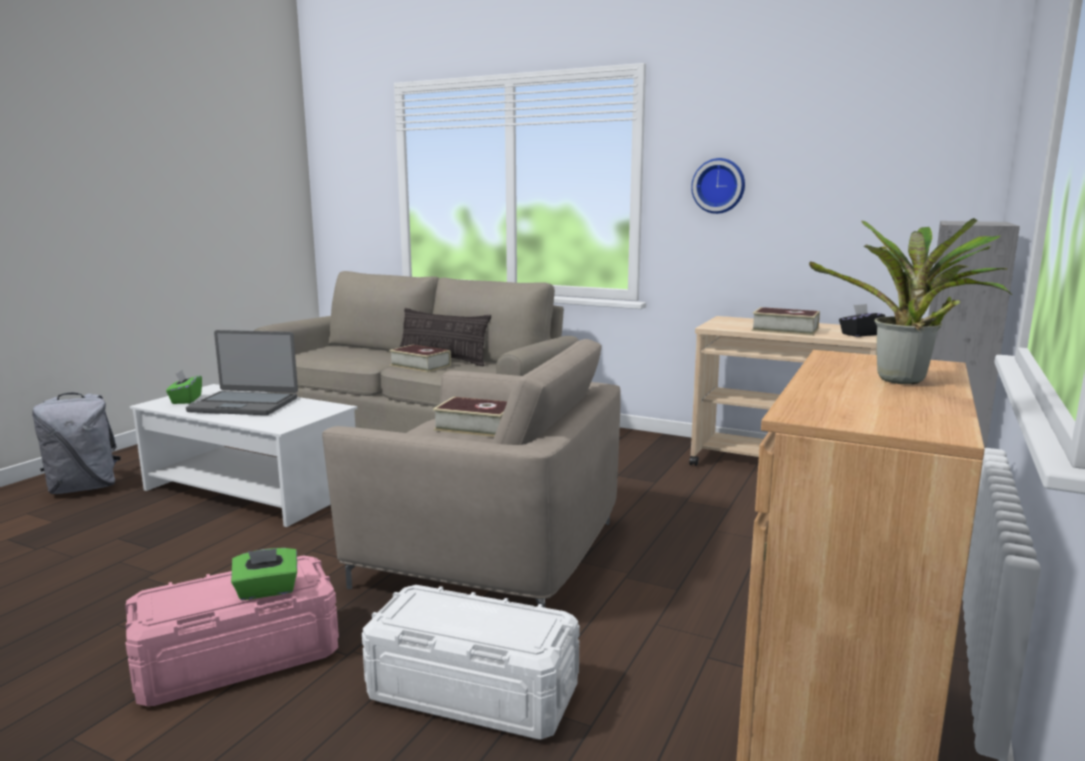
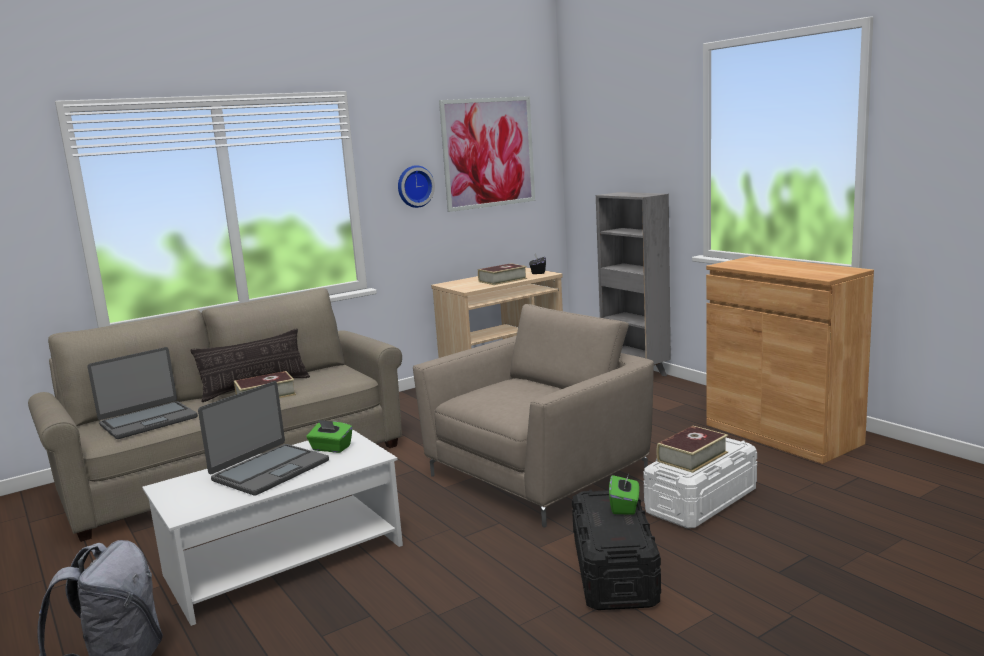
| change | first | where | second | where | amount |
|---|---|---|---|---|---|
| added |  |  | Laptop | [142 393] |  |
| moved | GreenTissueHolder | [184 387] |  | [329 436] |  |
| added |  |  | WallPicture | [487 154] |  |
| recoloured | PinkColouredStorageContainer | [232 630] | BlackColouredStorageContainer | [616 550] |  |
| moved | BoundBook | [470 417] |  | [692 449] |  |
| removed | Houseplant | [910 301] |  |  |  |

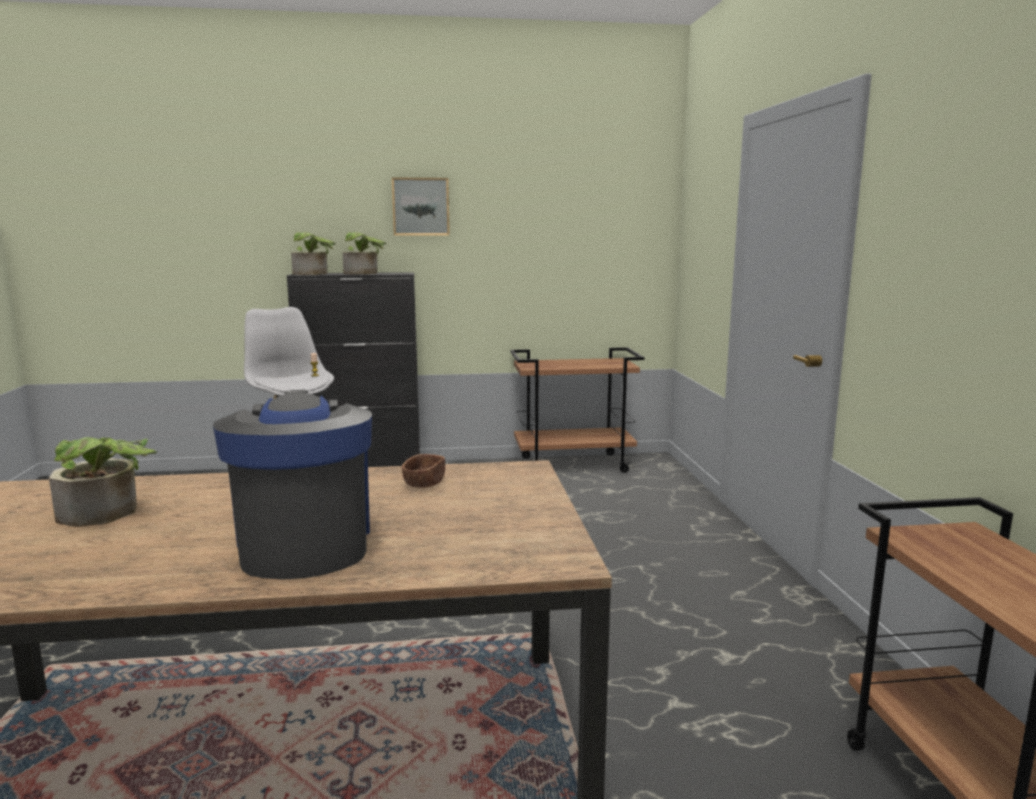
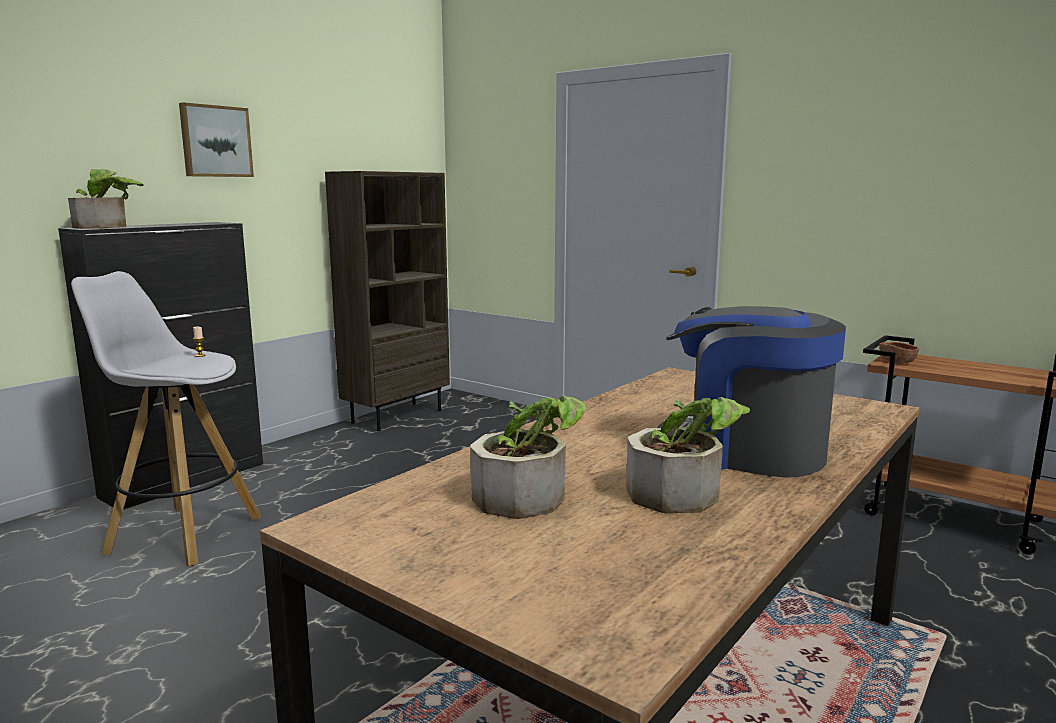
| change | first | where | second | where | amount |
|---|---|---|---|---|---|
| replaced | BrownColouredTrolley | [578 410] | BrownColouredBookshelf | [387 301] |  |
| moved | Houseplant | [364 253] |  | [688 455] |  |
| moved | BrownColouredServingBowl | [423 471] |  | [899 352] |  |

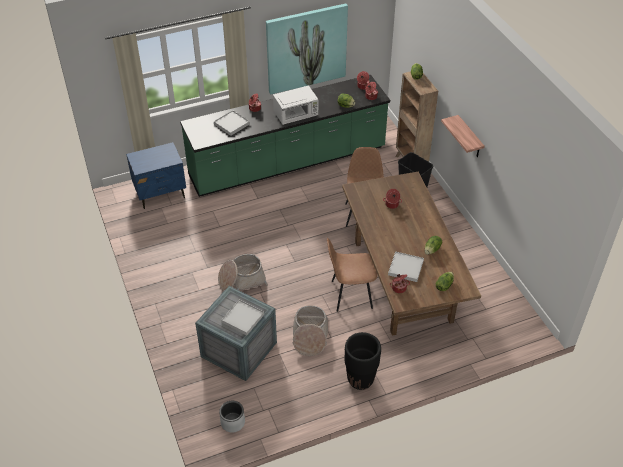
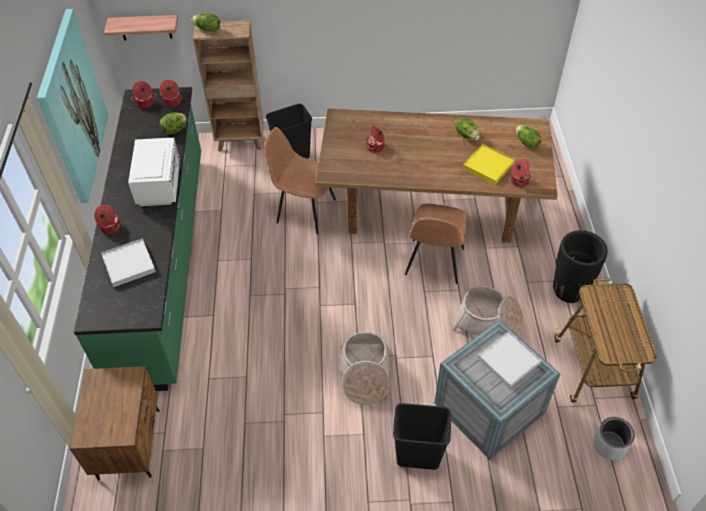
| change | first | where | second | where | amount |
|---|---|---|---|---|---|
| recoloured | BlueColouredNightTable | [156 175] | BrownColouredNightTable | [114 423] |  |
| moved | BracketShelf | [463 136] |  | [141 27] |  |
| added |  |  | BlackColouredWasteBin | [422 436] |  |
| recoloured | WhitishTray | [406 266] | YellowColouredTray | [489 164] |  |
| added |  |  | Trolley | [606 340] |  |

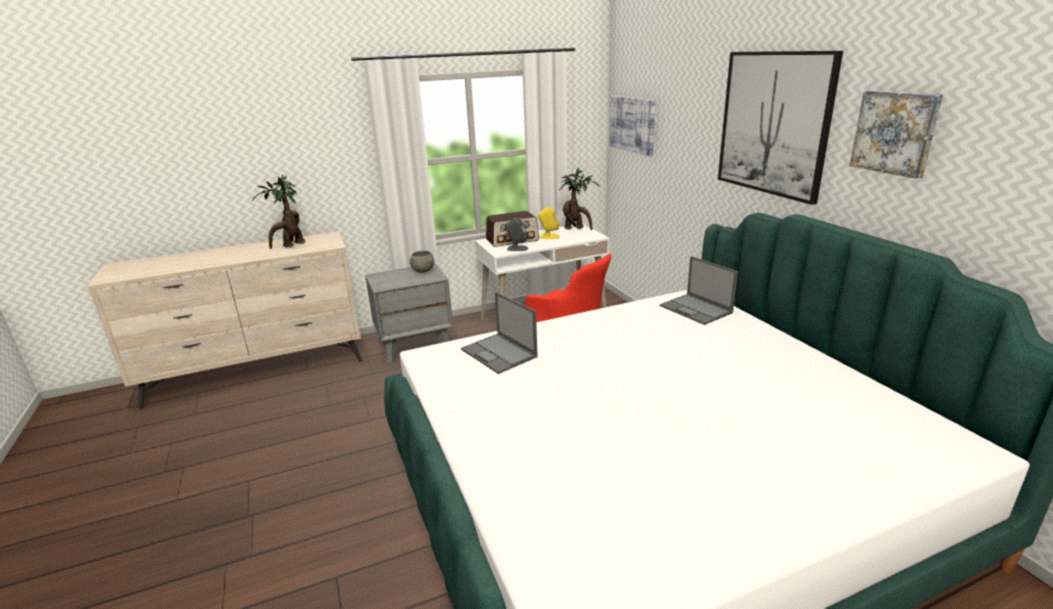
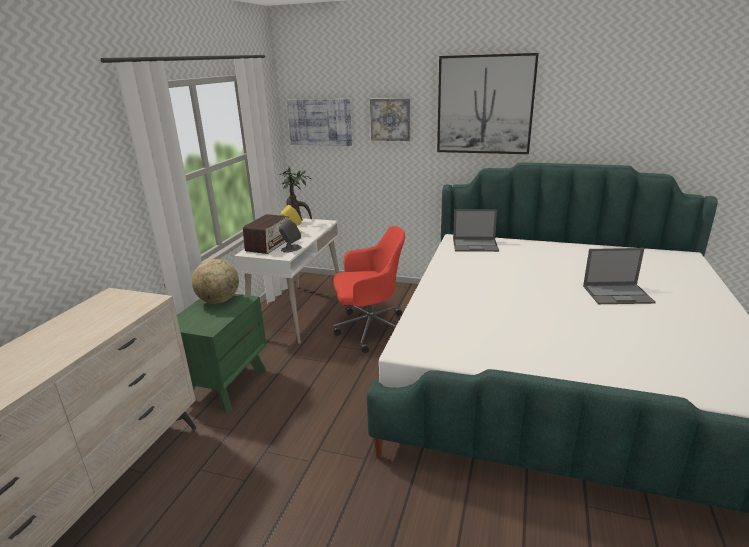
| change | first | where | second | where | amount |
|---|---|---|---|---|---|
| recoloured | GrayNightTable | [409 313] | GreenNightTable | [221 353] |  |
| replaced | GrayServingBowl | [422 262] | Globe | [215 281] |  |
| moved | WallPicture | [896 135] |  | [390 119] |  |
| moved | Laptop | [499 333] |  | [619 276] |  |
| removed | Houseplant | [278 212] |  |  |  |

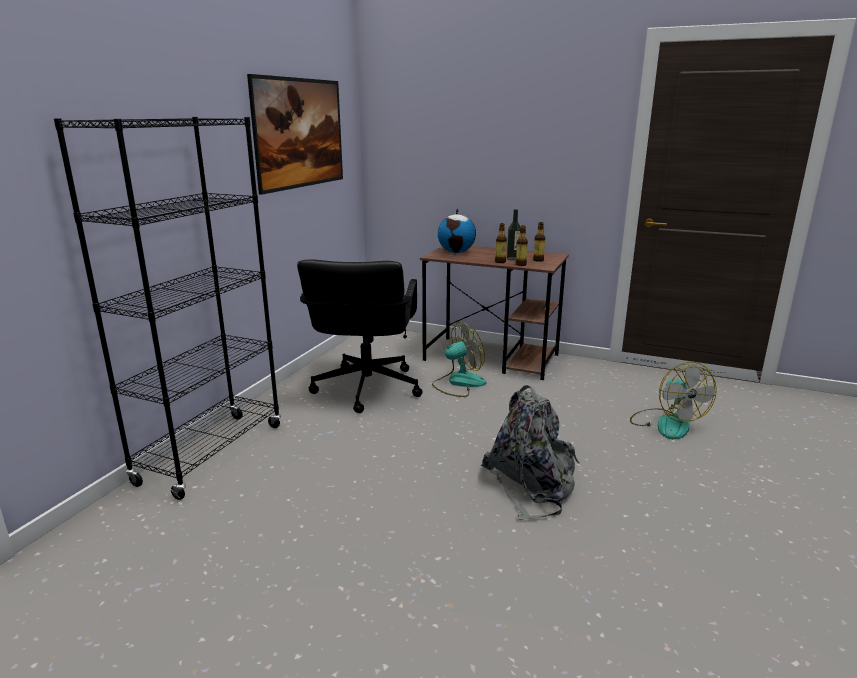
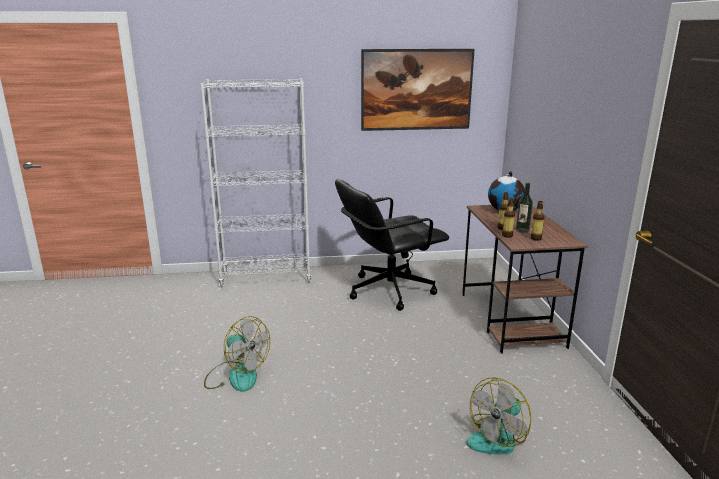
| change | first | where | second | where | amount |
|---|---|---|---|---|---|
| recoloured | BlackColouredBookshelf | [167 308] | WhitishBookshelf | [255 183] |  |
| moved | ElectricFan | [459 359] |  | [237 354] |  |
| removed | GrayBackpack | [530 452] |  |  |  |

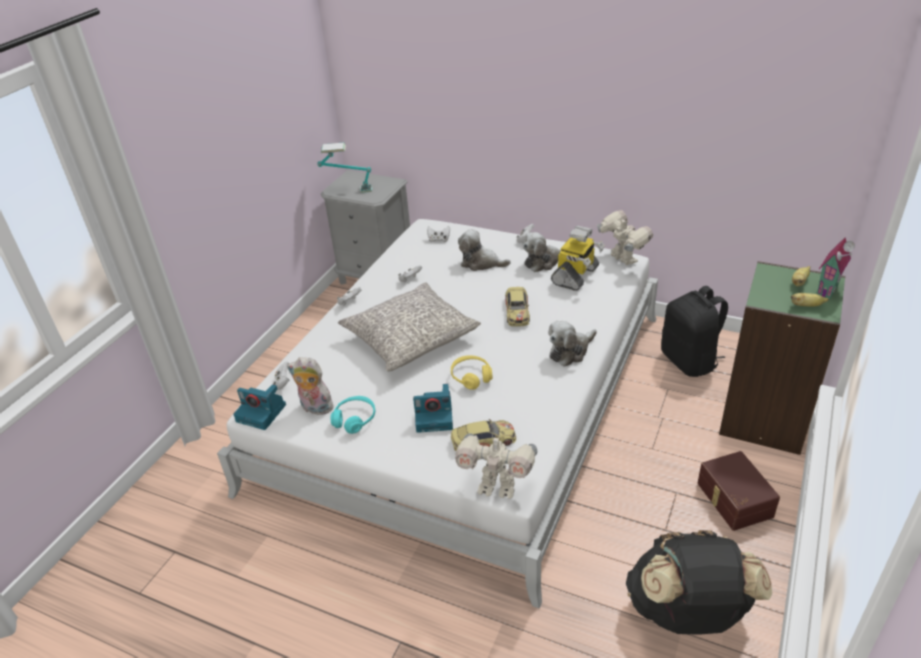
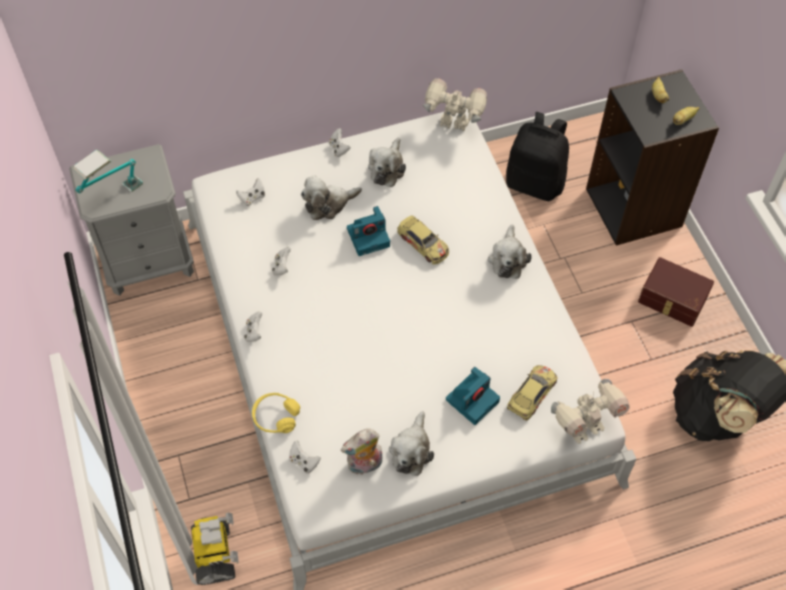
| change | first | where | second | where | amount |
|---|---|---|---|---|---|
| moved | ModelRobot | [578 258] |  | [215 549] |  |
| moved | YellowColouredPairOfHeadphones | [472 372] |  | [276 413] |  |
| moved | StillCamera | [259 407] |  | [368 231] |  |
| replaced | TurquoiseColouredPairOfHeadphones | [353 415] | CuddlyToy | [411 443] |  |
| recoloured | GreenBookshelf | [782 358] | BlackColouredBookshelf | [652 157] |  |
| removed | GrayThrowPillow | [409 327] |  |  |  |
| removed | MiniatureHouse | [836 268] |  |  |  |

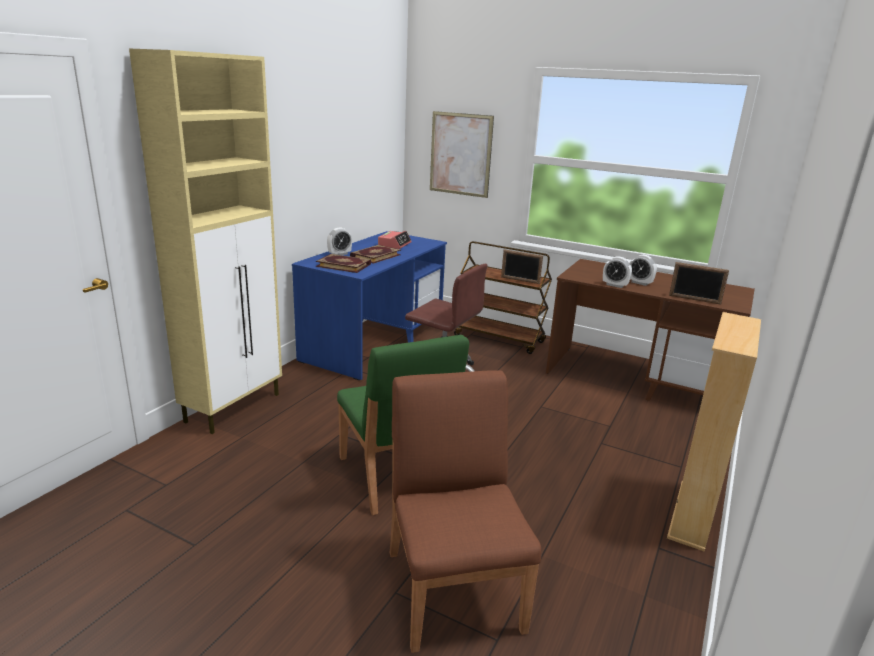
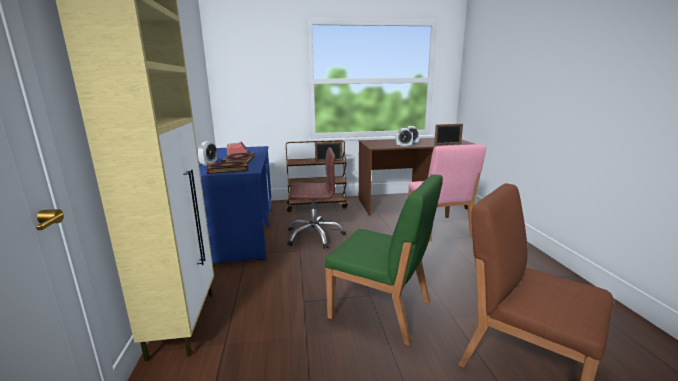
| change | first | where | second | where | amount |
|---|---|---|---|---|---|
| added |  |  | PinkColouredUprightChair | [447 193] |  |
| removed | WallPicture | [462 154] |  |  |  |
| removed | BeigeBookshelf | [714 431] |  |  |  |

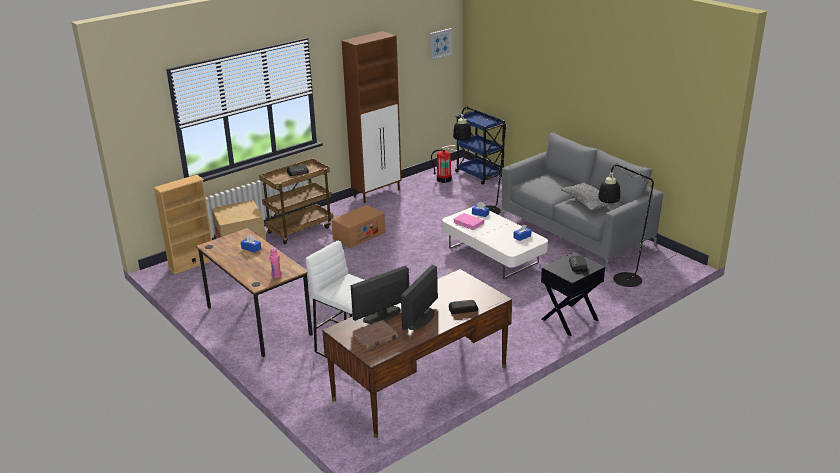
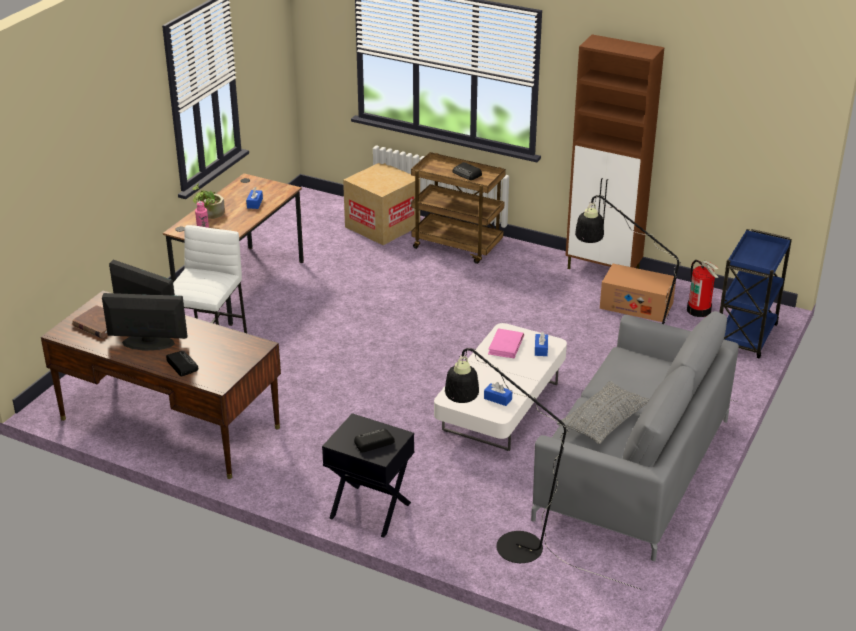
| change | first | where | second | where | amount |
|---|---|---|---|---|---|
| added |  |  | Houseplant | [208 201] |  |
| moved | CardboardBox | [358 226] |  | [638 293] |  |
| removed | BeigeBookshelf | [182 224] |  |  |  |
| removed | WallPicture | [441 44] |  |  |  |

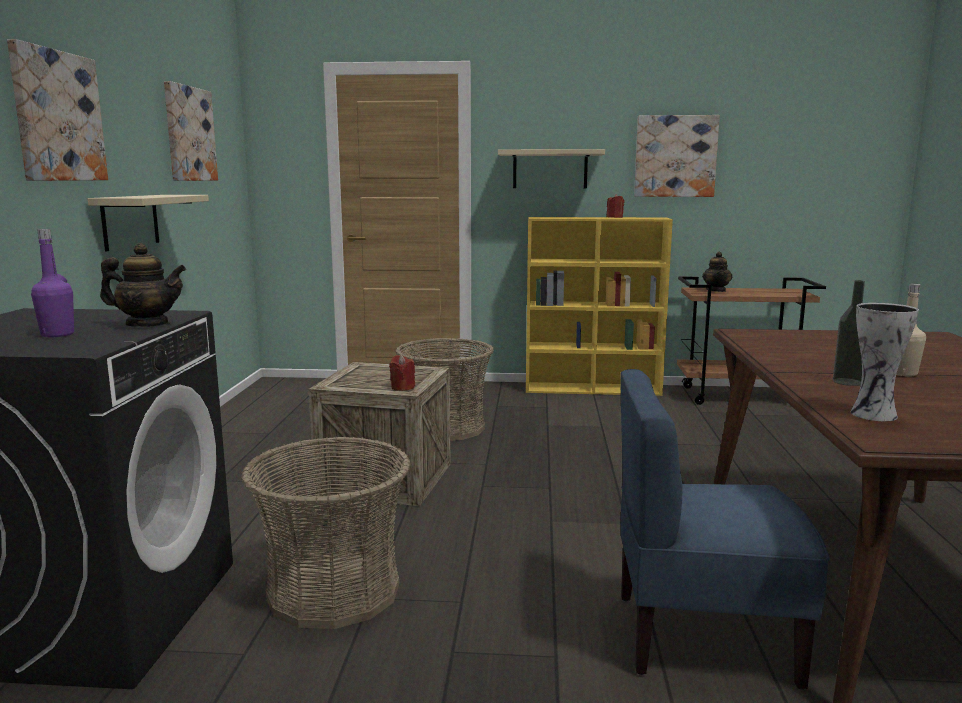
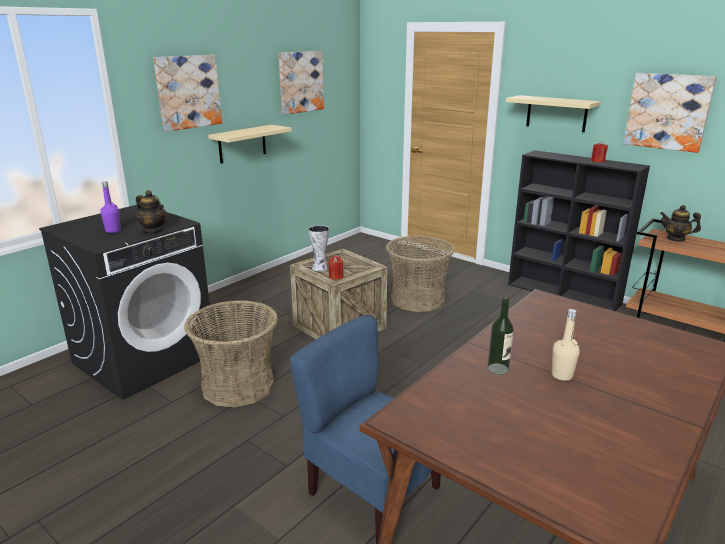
| change | first | where | second | where | amount |
|---|---|---|---|---|---|
| moved | Vase | [884 362] |  | [318 248] |  |
| recoloured | YellowColouredBookshelf | [599 306] | BlackColouredBookshelf | [579 230] |  |
| turned | TeaPot | [717 272] |  | [680 223] | 75 degrees clockwise |

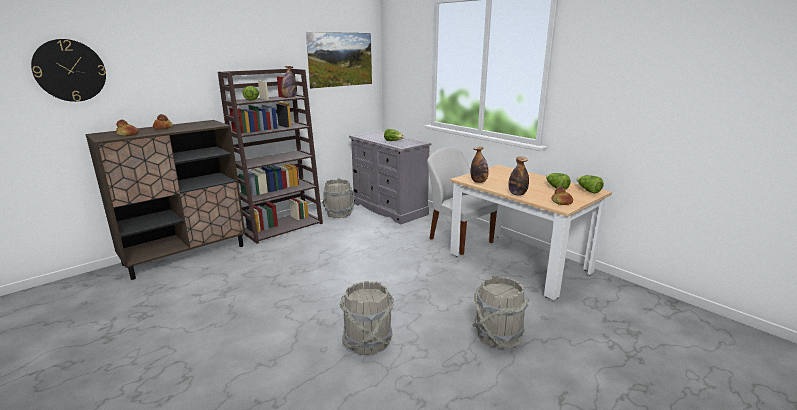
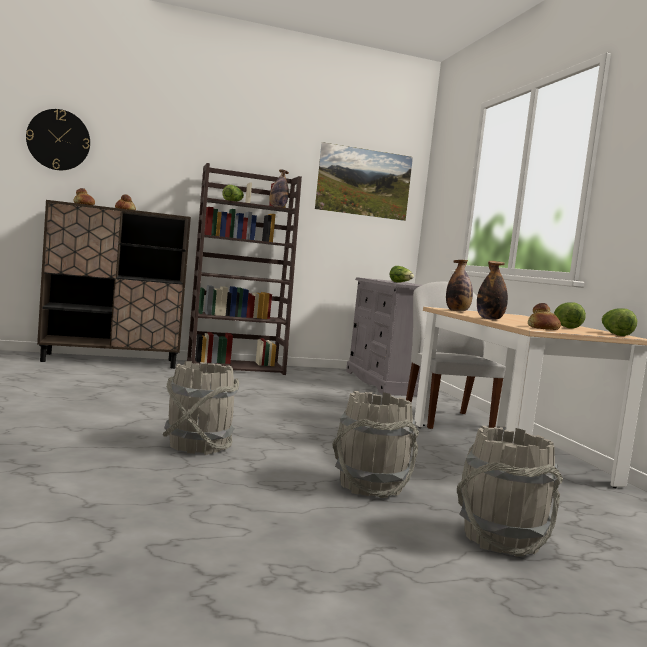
| change | first | where | second | where | amount |
|---|---|---|---|---|---|
| moved | GrayPail | [338 198] |  | [510 491] |  |

